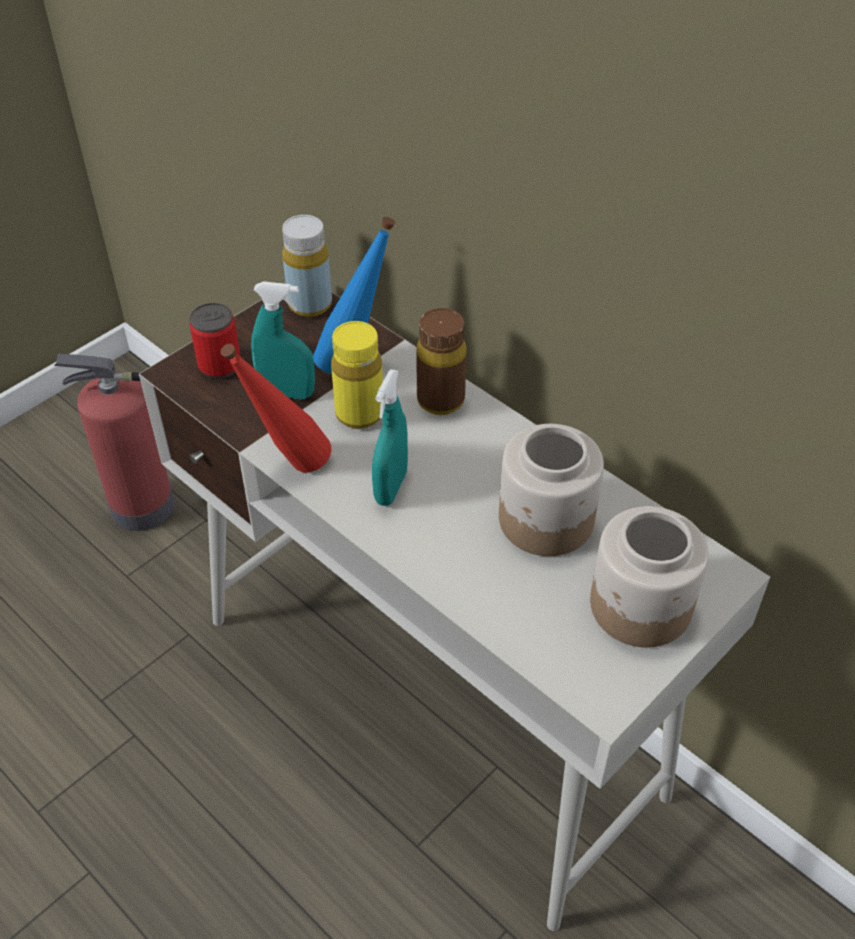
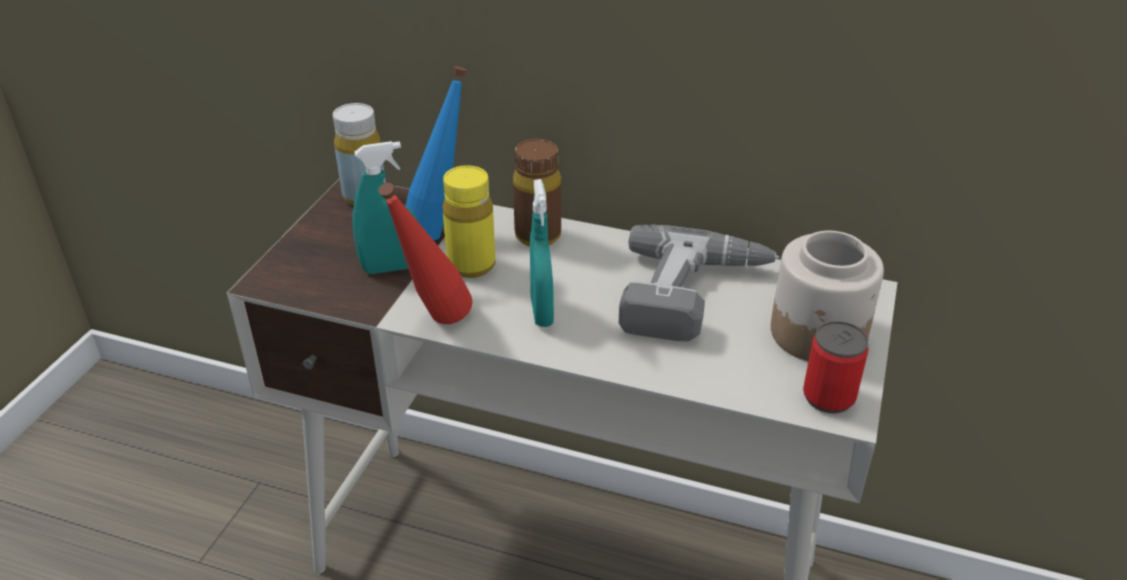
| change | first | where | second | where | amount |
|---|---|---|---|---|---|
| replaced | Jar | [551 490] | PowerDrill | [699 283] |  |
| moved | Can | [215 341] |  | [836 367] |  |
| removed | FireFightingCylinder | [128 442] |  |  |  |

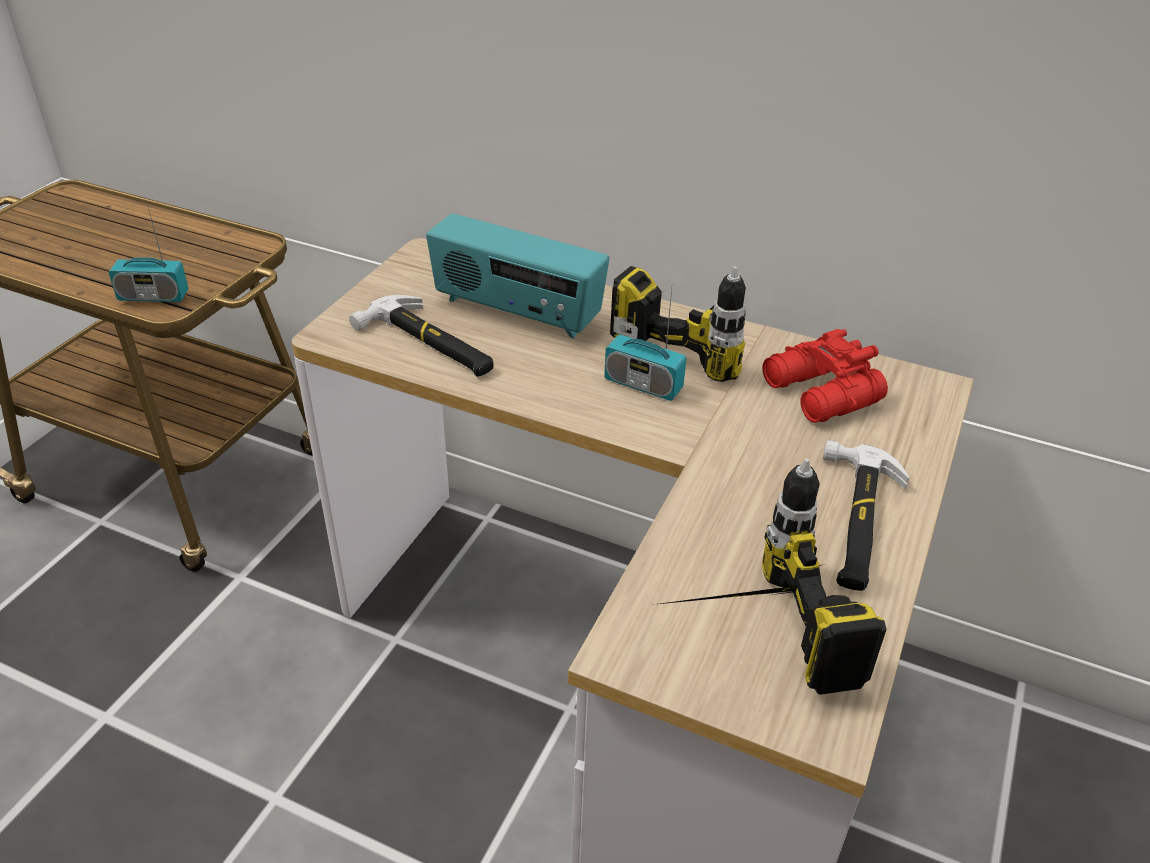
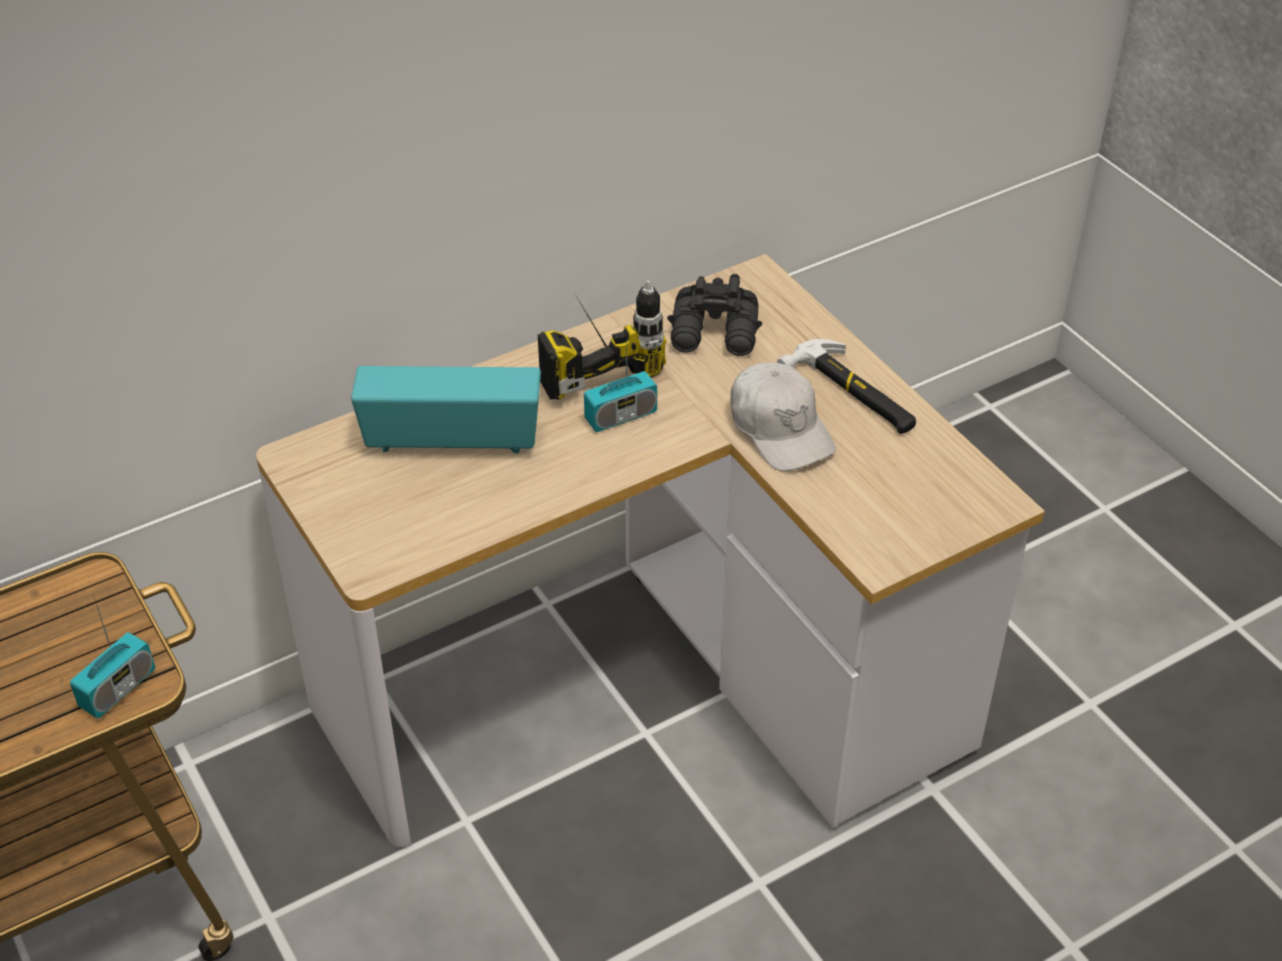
| change | first | where | second | where | amount |
|---|---|---|---|---|---|
| turned | Radio | [518 275] |  | [446 409] | 150 degrees counterclockwise |
| recoloured | RedColouredBinoculars | [825 376] | BlackColouredBinoculars | [714 315] |  |
| added |  |  | WhitishBaseballCap | [783 416] |  |
| removed | ToolHammer | [421 336] |  |  |  |
| removed | PowerDrill | [770 577] |  |  |  |

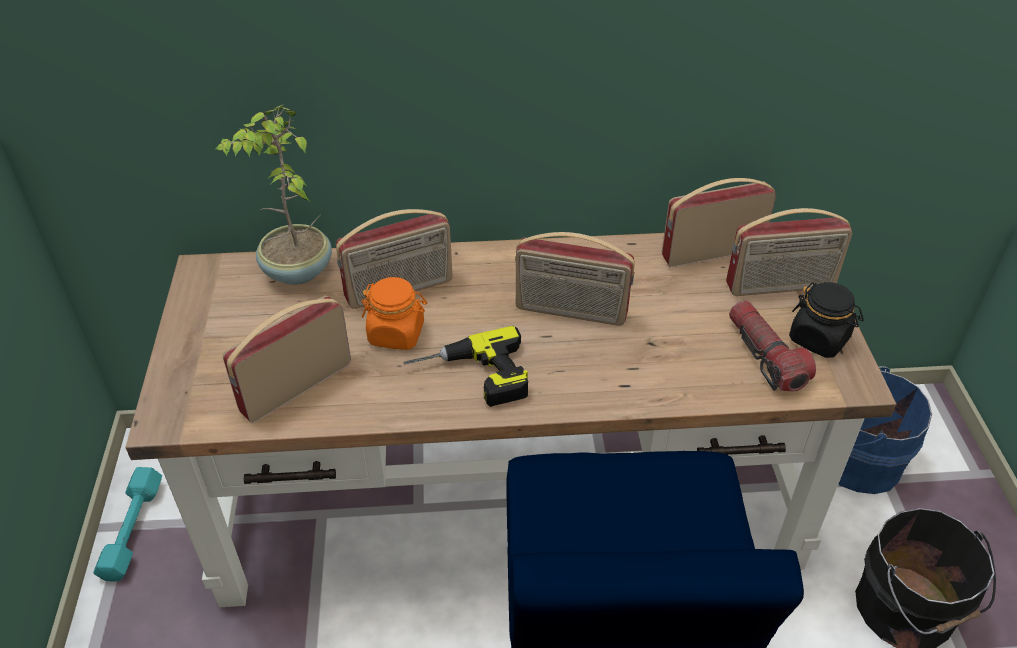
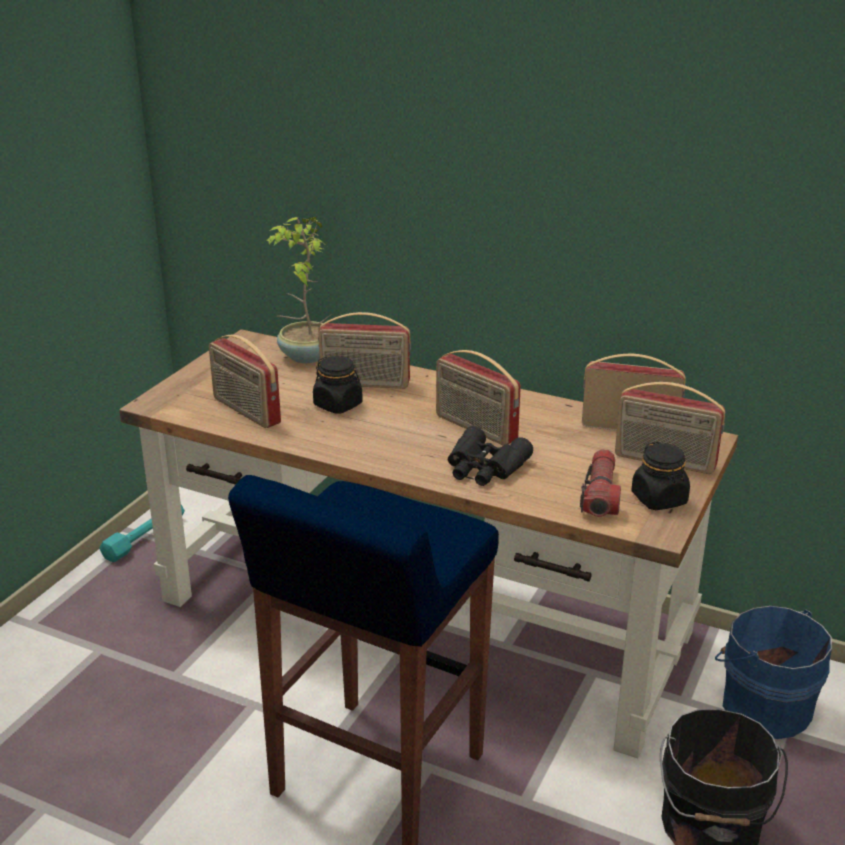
| change | first | where | second | where | amount |
|---|---|---|---|---|---|
| turned | Radio | [287 359] |  | [245 381] | 120 degrees counterclockwise |
| recoloured | OrangeyJar | [394 313] | BlackColouredJar | [338 385] |  |
| added |  |  | BlackColouredBinoculars | [490 456] |  |
| removed | PowerDrill | [465 366] |  |  |  |

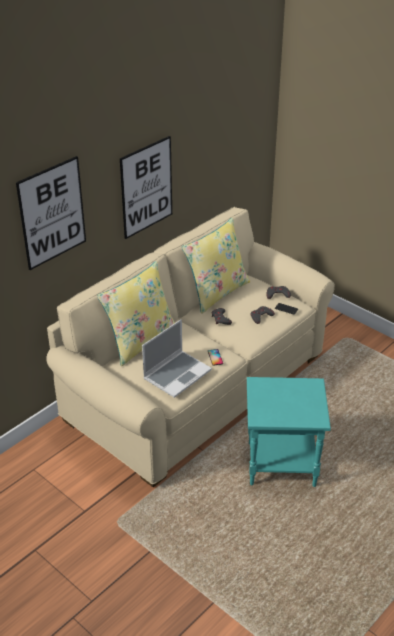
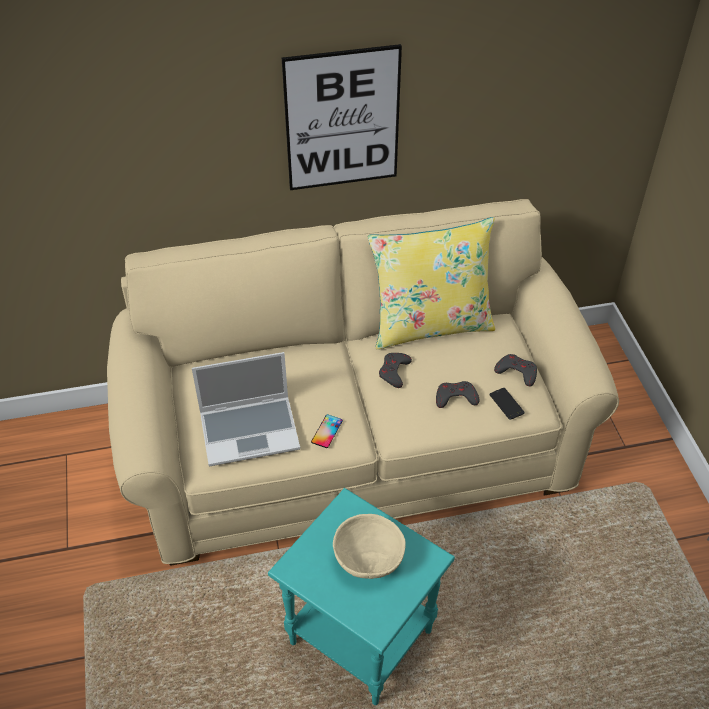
| change | first | where | second | where | amount |
|---|---|---|---|---|---|
| added |  |  | BeigeServingBowl | [369 546] |  |
| removed | WallPicture | [51 213] |  |  |  |
| removed | YellowColouredThrowPillow | [136 313] |  |  |  |

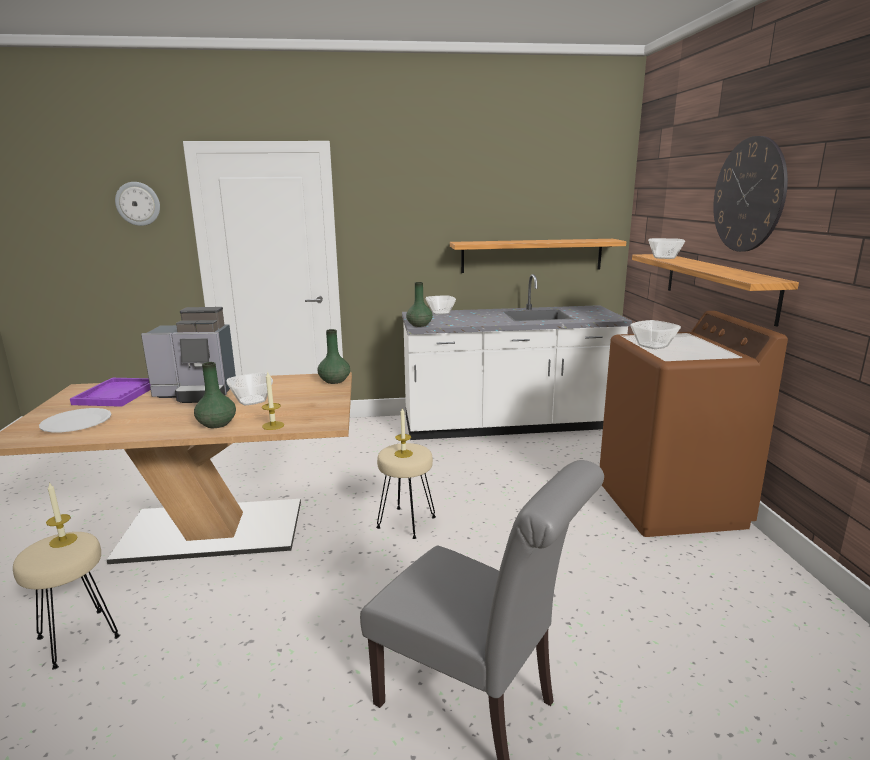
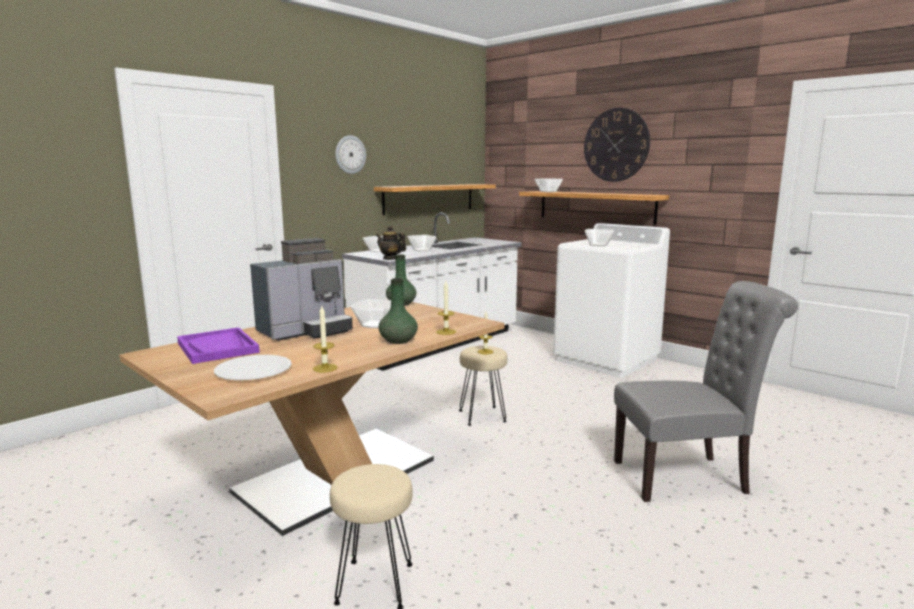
| change | first | where | second | where | amount |
|---|---|---|---|---|---|
| moved | WaxLight | [62 515] |  | [325 339] |  |
| moved | WallClock | [137 204] |  | [350 154] |  |
| replaced | GreenVase | [419 304] | TeaPot | [391 243] |  |
| added |  |  | ServingBowl | [422 243] |  |
| recoloured | BrownColouredLaundryMachine | [694 424] | WhitishLaundryMachine | [611 300] |  |

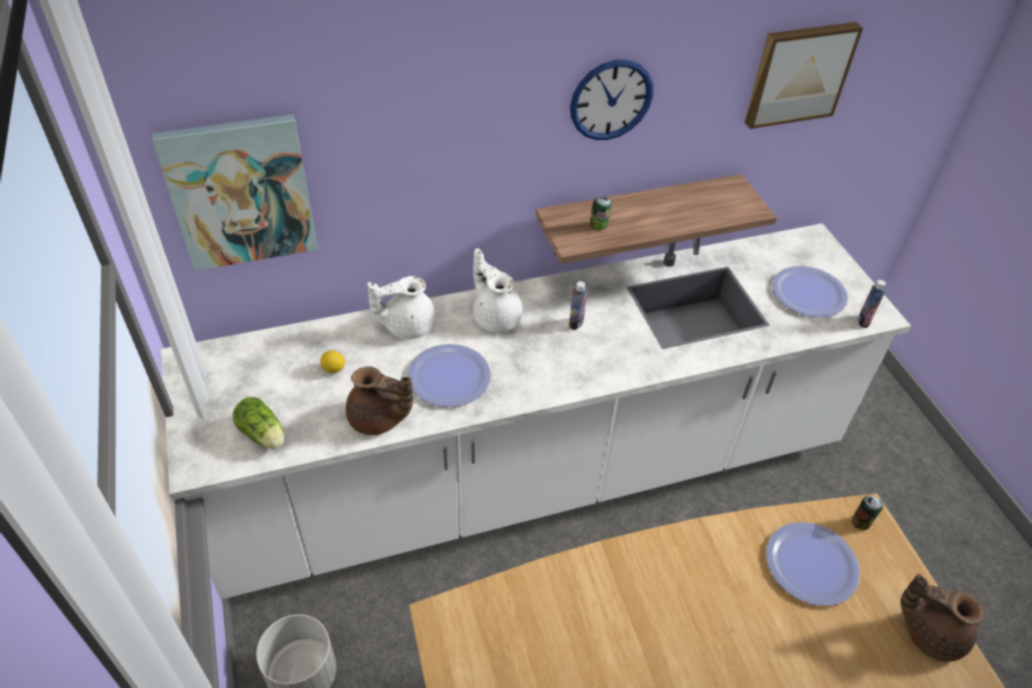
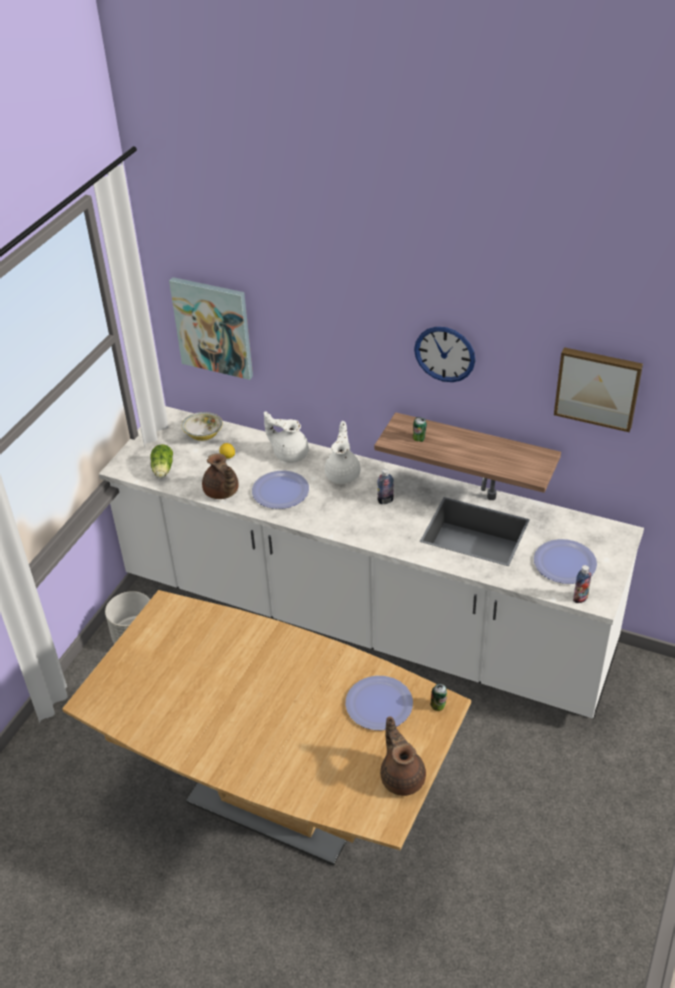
| change | first | where | second | where | amount |
|---|---|---|---|---|---|
| added |  |  | ServingBowl | [202 426] |  |

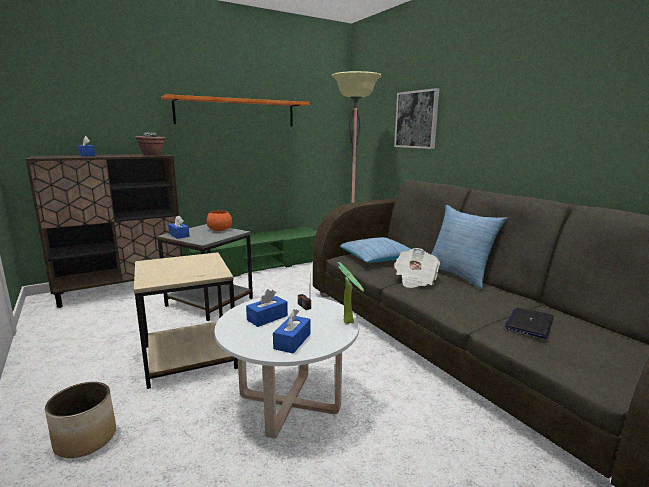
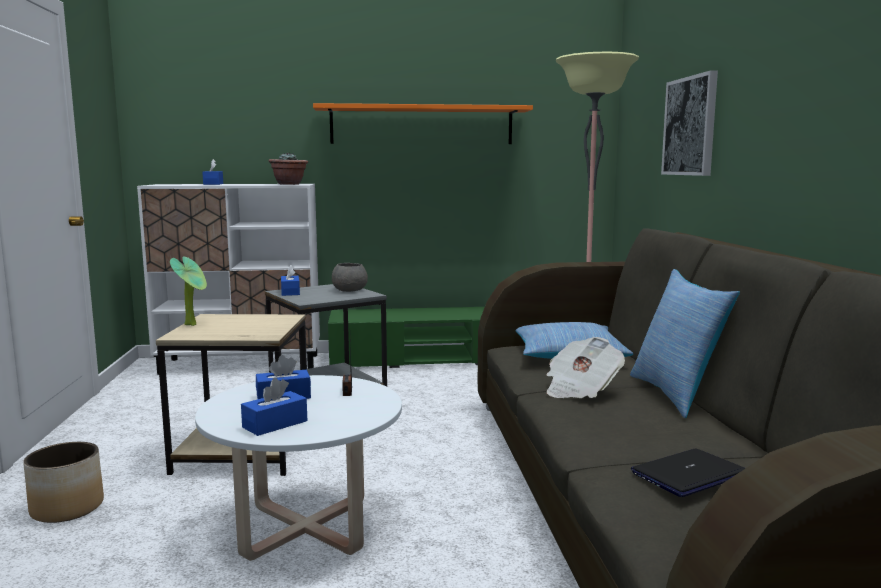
| change | first | where | second | where | amount |
|---|---|---|---|---|---|
| recoloured | BrownColouredCupboard | [104 231] | WhitishCupboard | [228 279] |  |
| moved | Houseplant | [351 293] |  | [188 291] |  |
| recoloured | OrangeyServingBowl | [219 221] | GrayServingBowl | [350 277] |  |

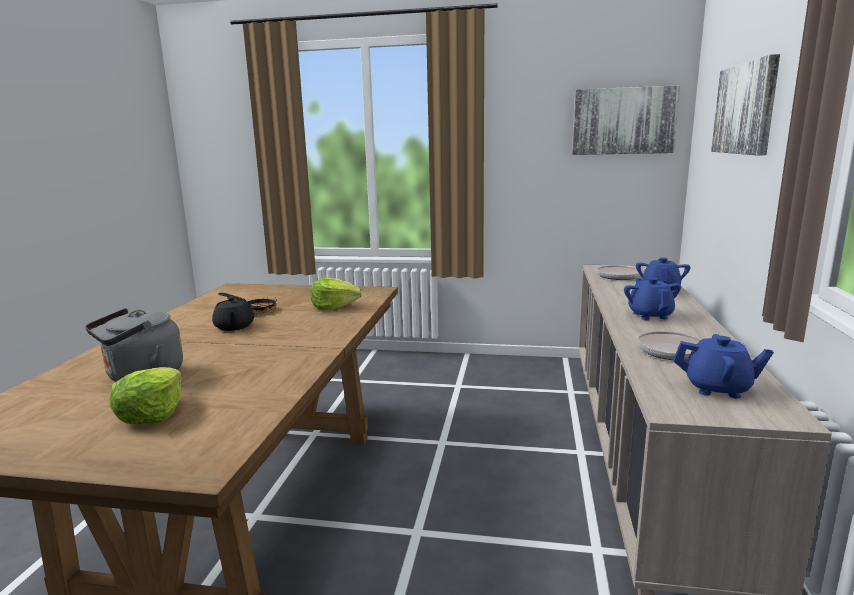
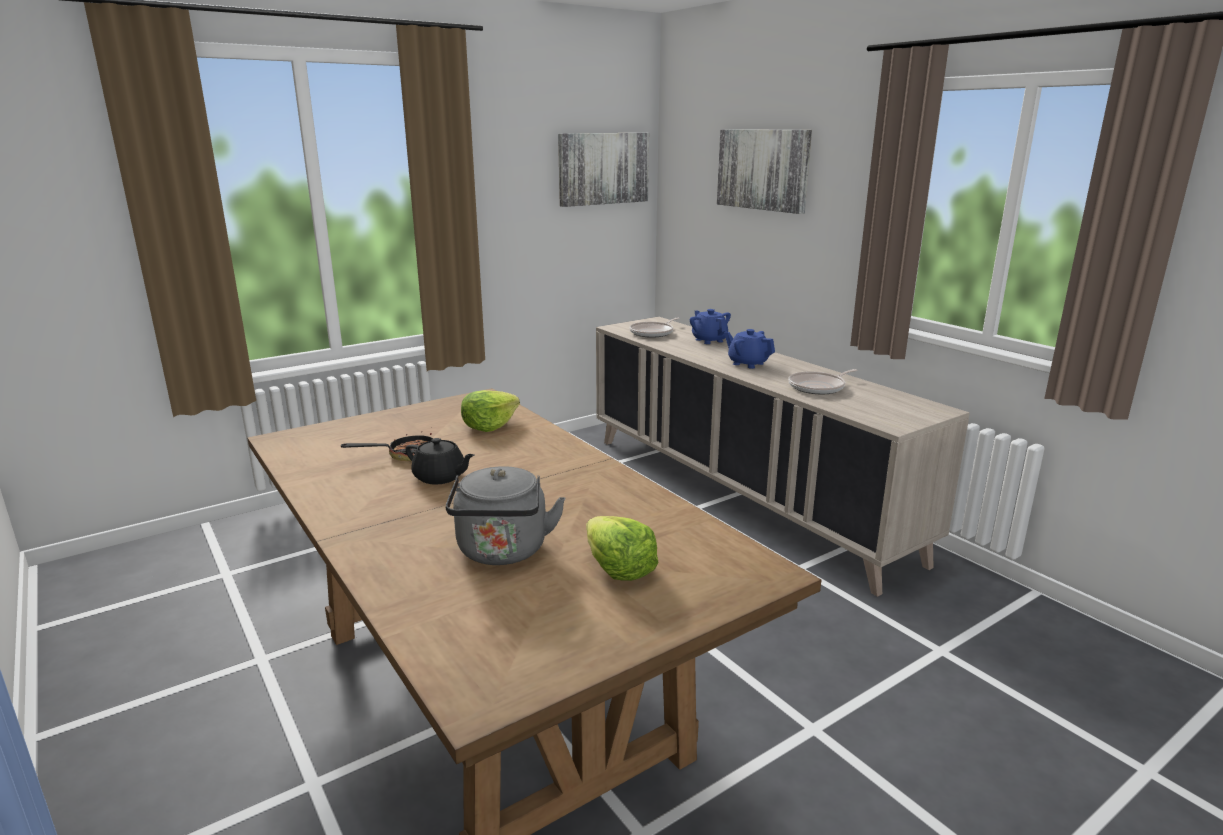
| change | first | where | second | where | amount |
|---|---|---|---|---|---|
| removed | BlueColouredTeaPot | [723 366] |  |  |  |

